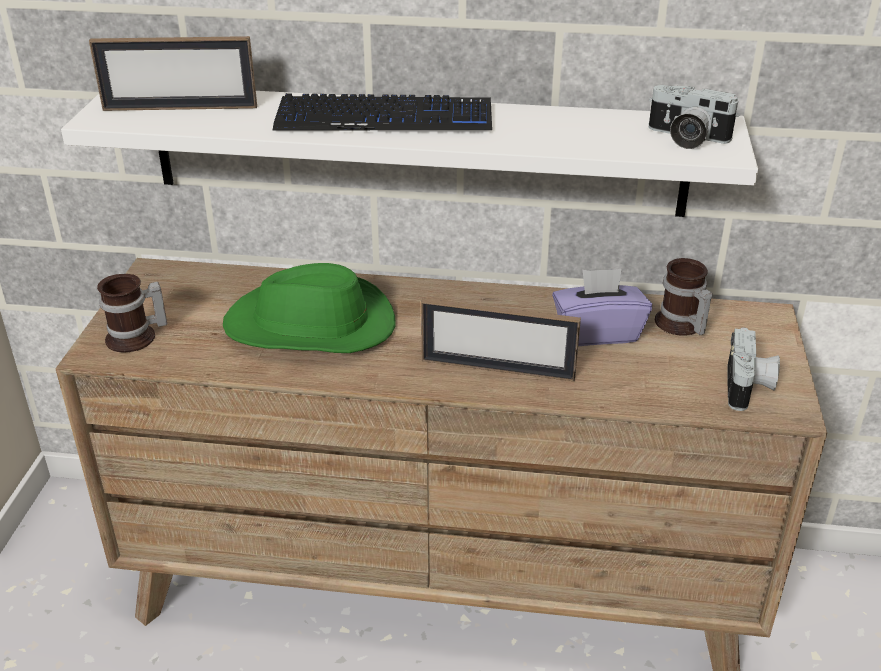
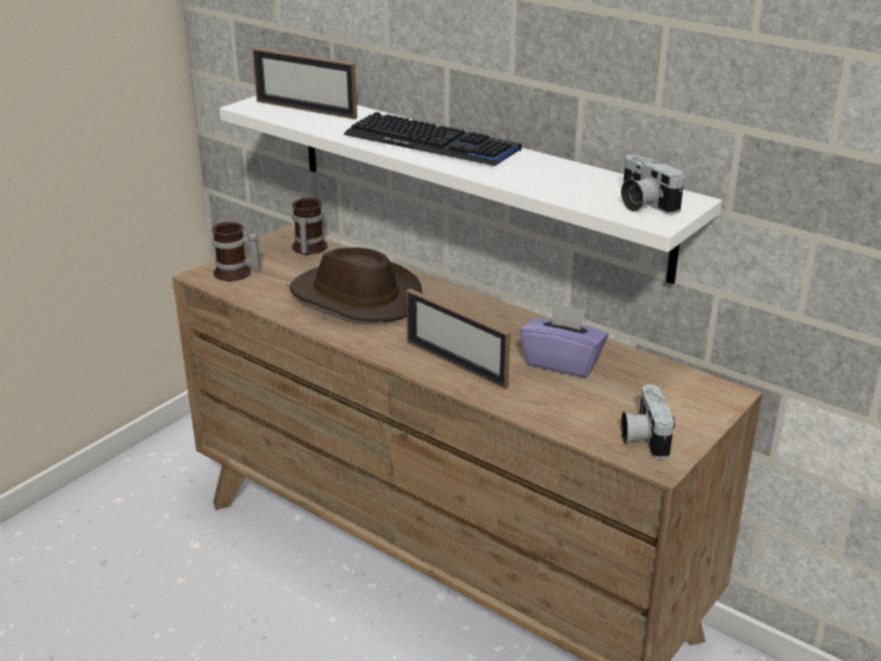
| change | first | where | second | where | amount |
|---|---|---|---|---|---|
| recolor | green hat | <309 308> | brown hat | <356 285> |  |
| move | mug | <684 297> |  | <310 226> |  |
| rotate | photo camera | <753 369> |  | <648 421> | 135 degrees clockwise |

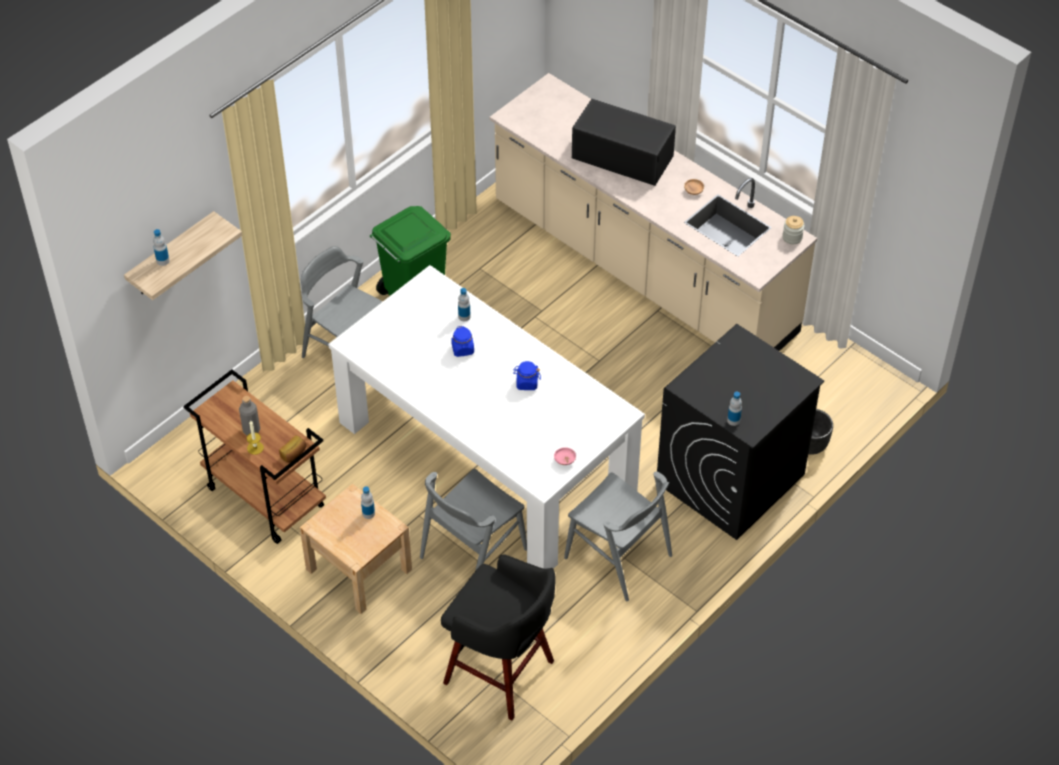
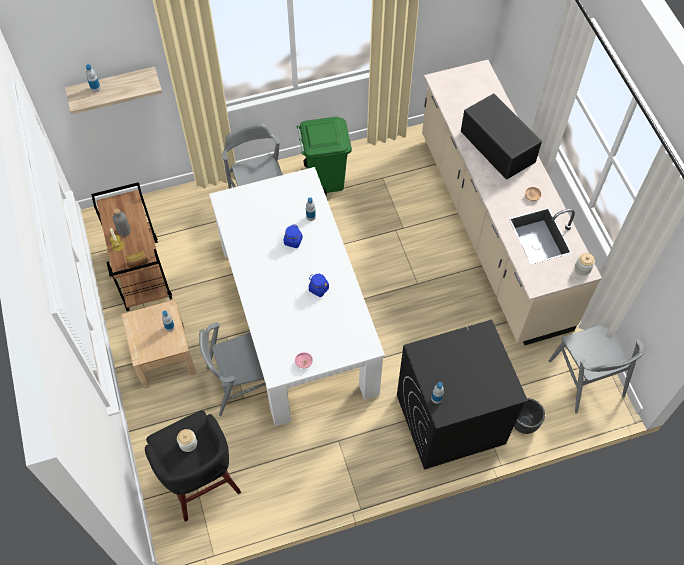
| change | first | where | second | where | amount |
|---|---|---|---|---|---|
| move | grey chair | <618 536> |  | <596 369> |  |
| insert |  |  | jar | <187 440> |  |

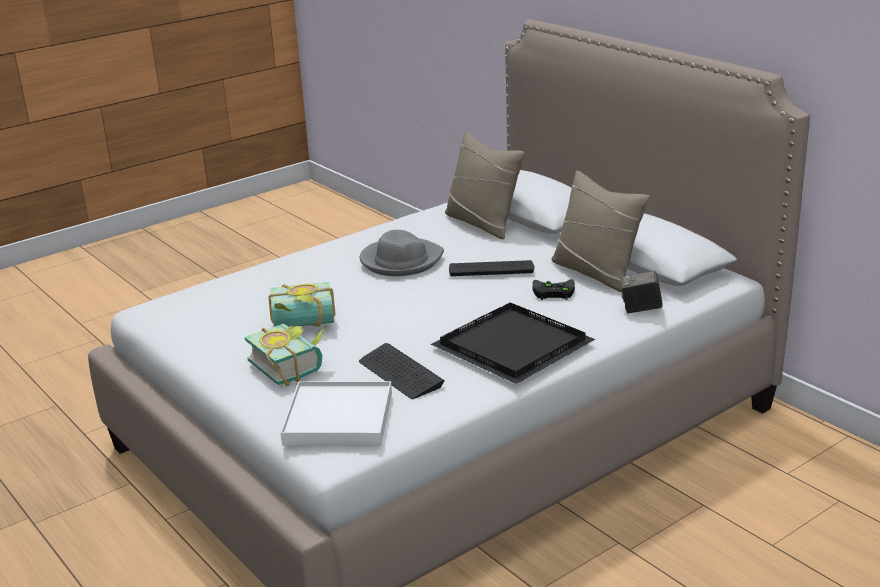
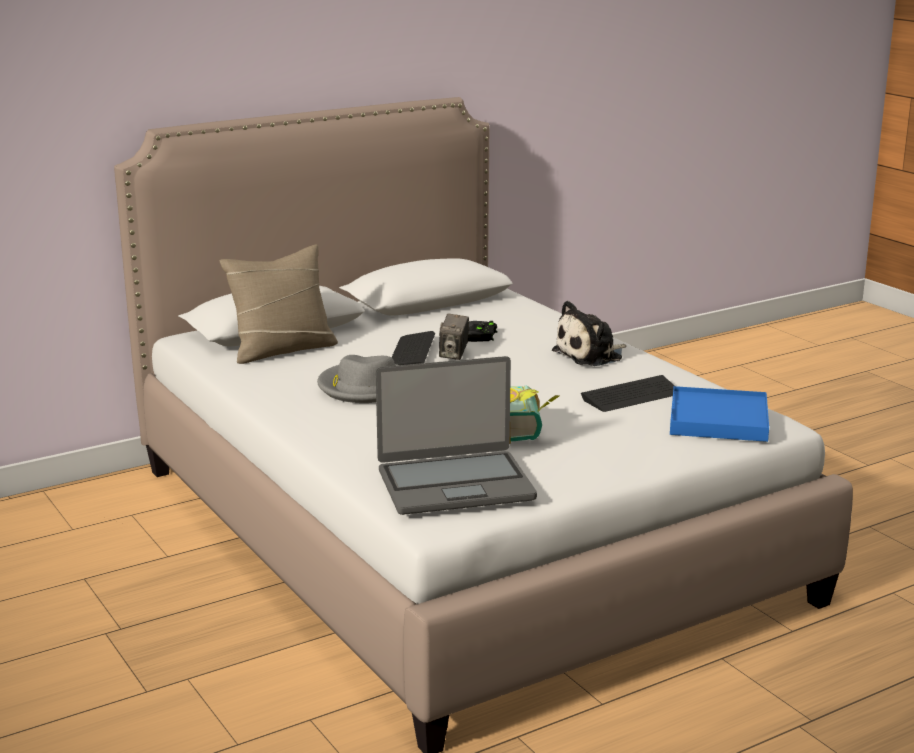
| change | first | where | second | where | amount |
|---|---|---|---|---|---|
| delete | book | <286 355> |  |  |  |
| recolor | white tray | <336 413> | blue tray | <719 414> |  |
| replace | black tray | <513 343> | plush toy | <589 333> |  |
| delete | beige pillow | <600 231> |  |  |  |
| move | photo camera | <642 292> |  | <454 336> |  |
| insert |  |  | laptop | <456 435> |  |

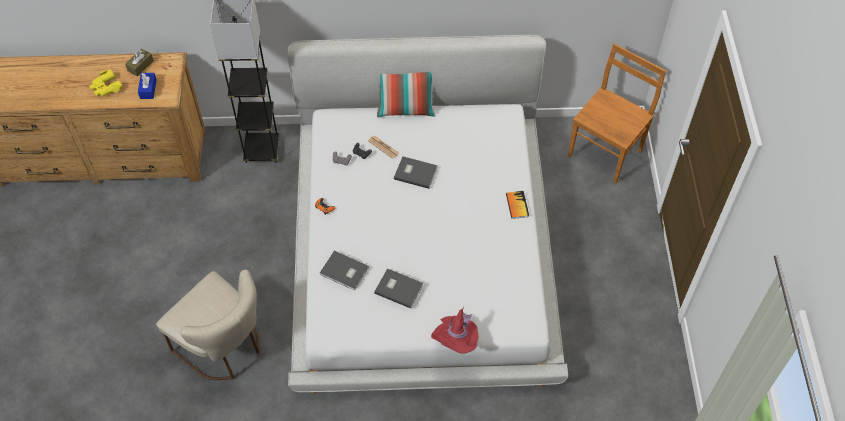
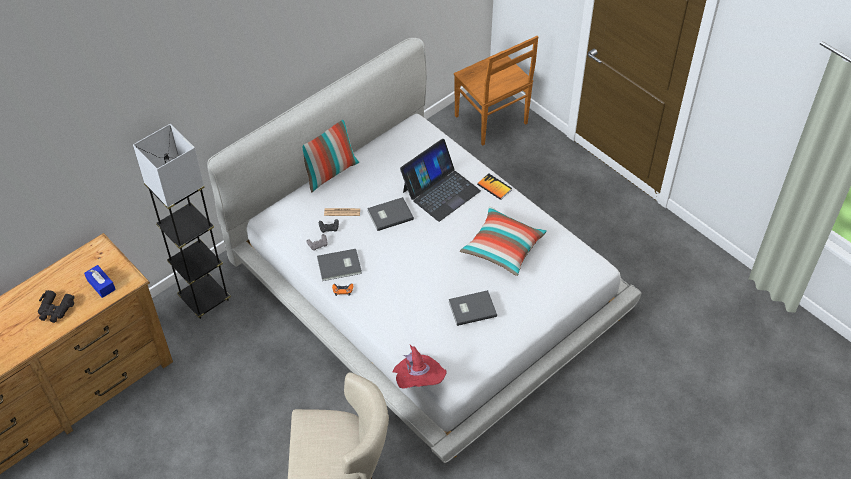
| change | first | where | second | where | amount |
|---|---|---|---|---|---|
| recolor | yellow binoculars | <106 83> | black binoculars | <56 306> |  |
| delete | brown tissue box | <139 62> |  |  |  |
| move | grey book | <344 270> |  | <339 265> |  |
| move | red hat | <455 330> |  | <420 367> |  |
| rotate | brown chair | <617 113> |  | <496 90> | 150 degrees clockwise |
| insert |  |  | laptop | <440 180> |  |
| insert |  |  | pillow | <503 241> |  |

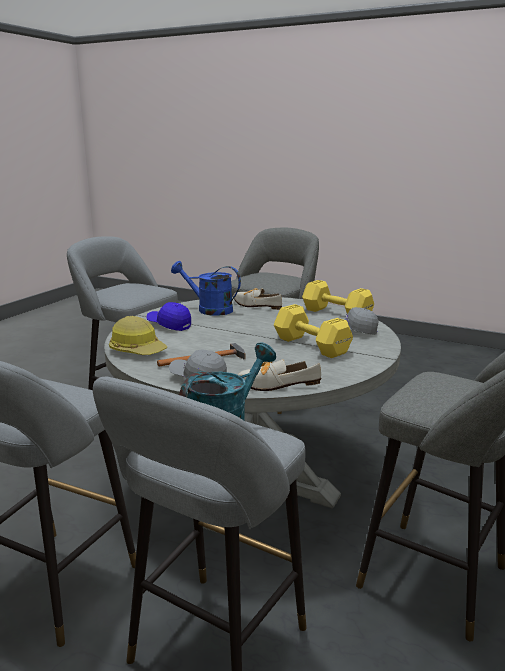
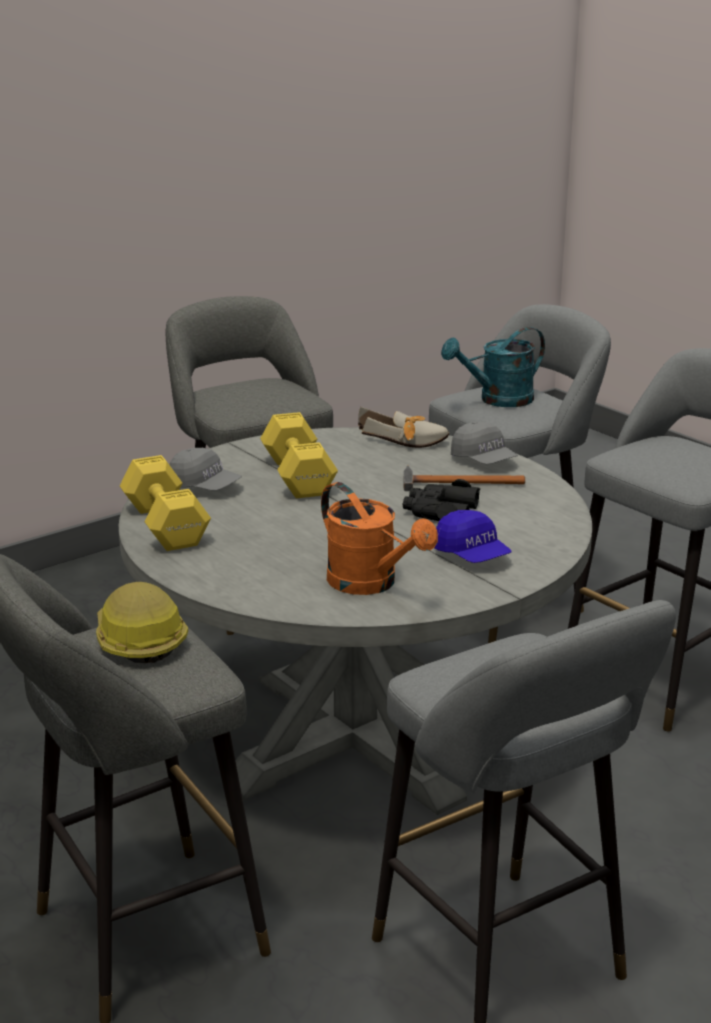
| change | first | where | second | where | amount |
|---|---|---|---|---|---|
| move | hard hat | <138 335> |  | <142 622> |  |
| recolor | blue watering can | <206 288> | orange watering can | <379 538> |  |
| delete | shoe | <257 299> |  |  |  |
| insert |  |  | black binoculars | <441 500> |  |

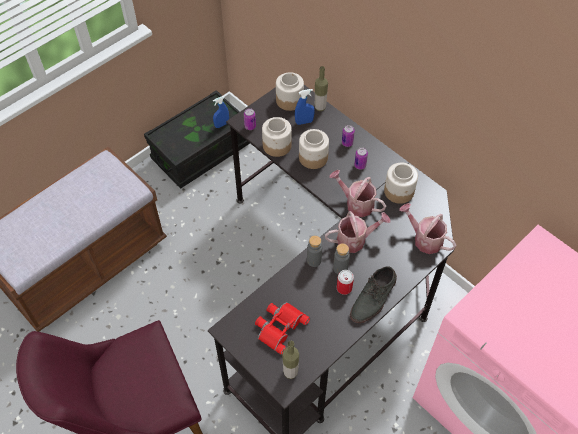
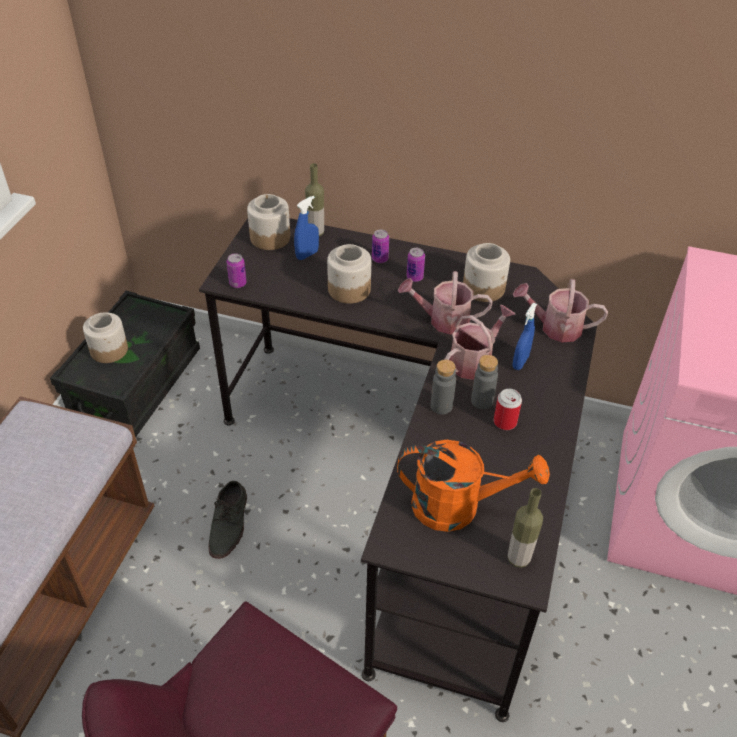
| change | first | where | second | where | amount |
|---|---|---|---|---|---|
| move | blue spray bottle | <221 112> |  | <524 336> |  |
| replace | red binoculars | <282 328> | orange watering can | <473 486> |  |
| move | jar | <277 137> |  | <105 337> |  |
| move | grey shoe | <373 294> |  | <228 520> |  |

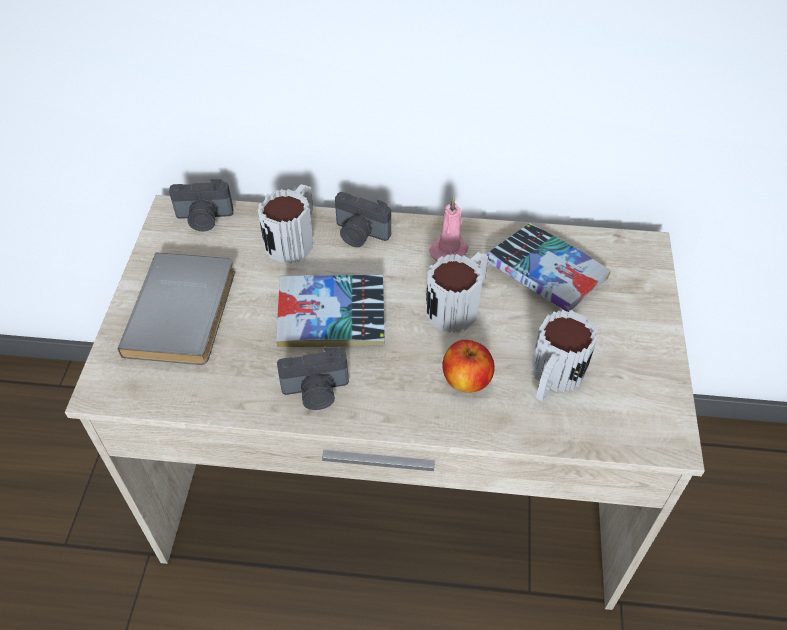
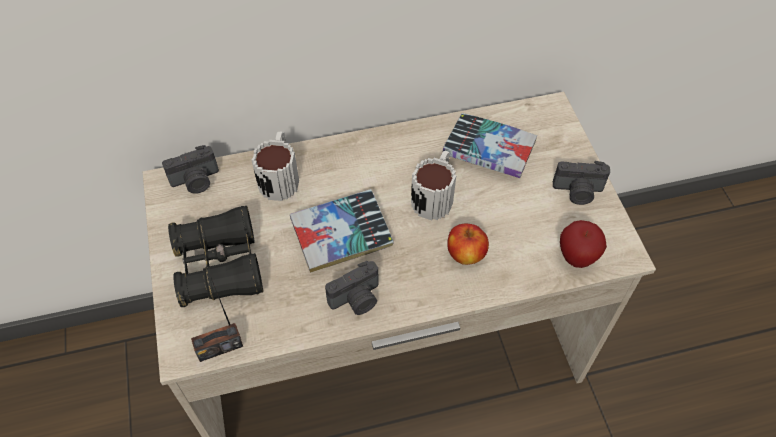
| change | first | where | second | where | amount |
|---|---|---|---|---|---|
| replace | grey book | <176 309> | black binoculars | <215 256> |  |
| move | photo camera | <363 219> |  | <581 183> |  |
| delete | pink candle | <448 229> |  |  |  |
| delete | mug | <564 355> |  |  |  |
| insert |  |  | radio | <217 320> |  |
| insert |  |  | apple | <583 244> |  |

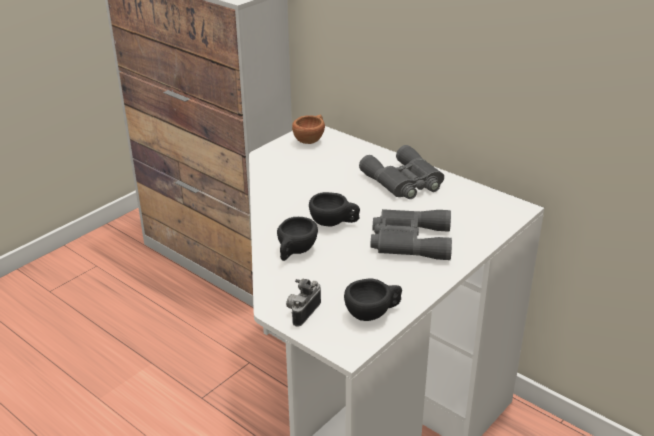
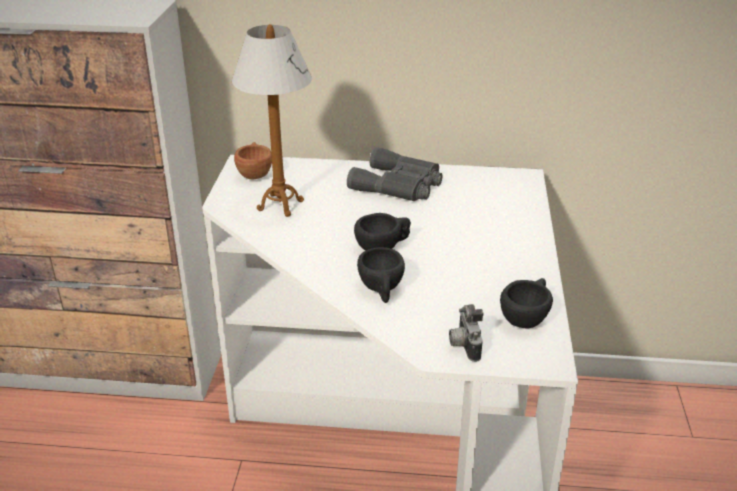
| change | first | where | second | where | amount |
|---|---|---|---|---|---|
| delete | grey binoculars | <411 234> |  |  |  |
| insert |  |  | table lamp | <272 120> |  |

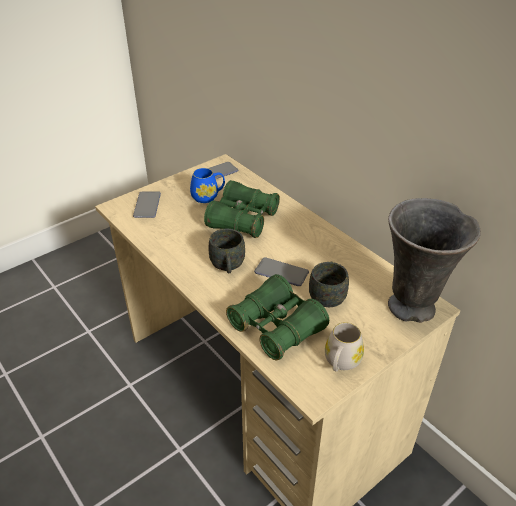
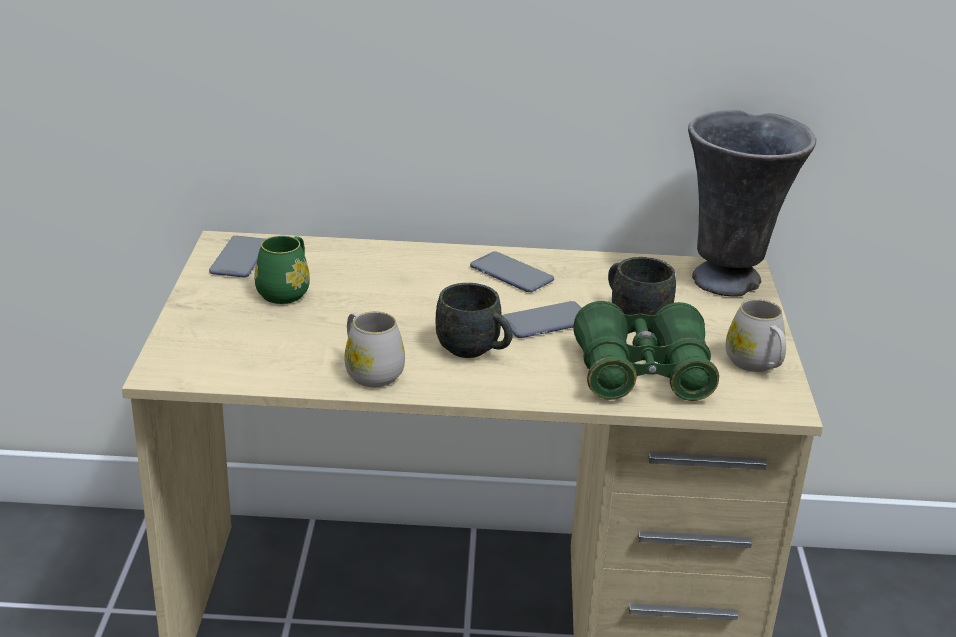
| change | first | where | second | where | amount |
|---|---|---|---|---|---|
| move | phone | <147 205> |  | <512 272> |  |
| recolor | blue mug | <207 185> | green mug | <282 270> |  |
| delete | green binoculars | <242 209> |  |  |  |
| insert |  |  | white mug | <374 349> |  |

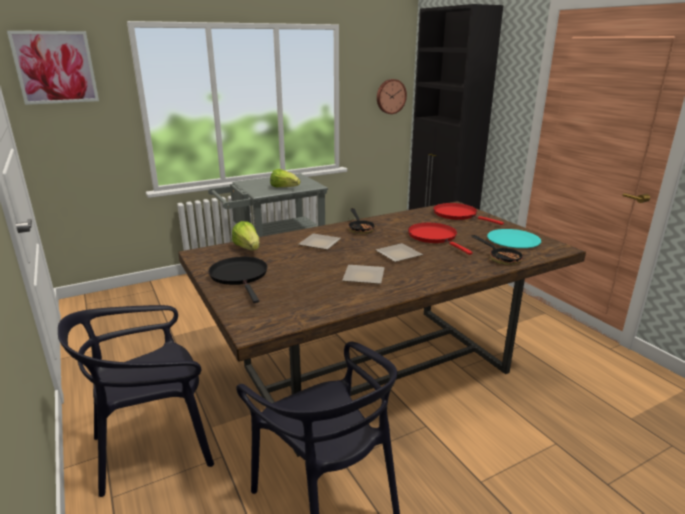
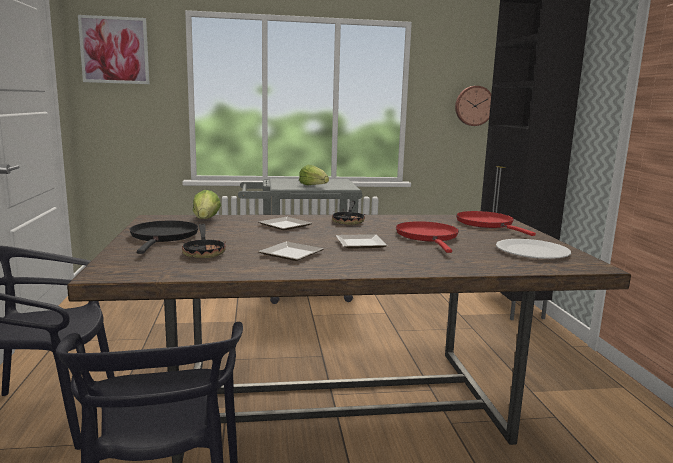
| change | first | where | second | where | amount |
|---|---|---|---|---|---|
| move | frying pan | <498 250> |  | <204 241> |  |
| recolor | turquoise plate | <514 238> | white plate | <533 249> |  |

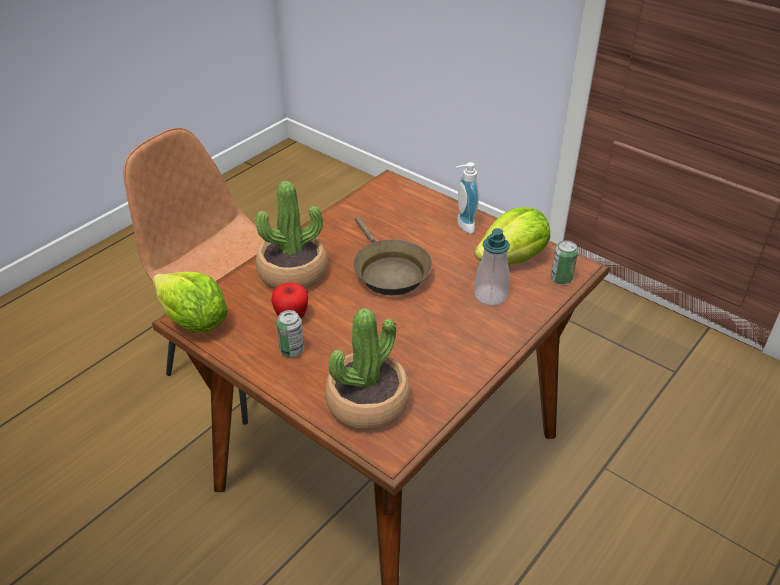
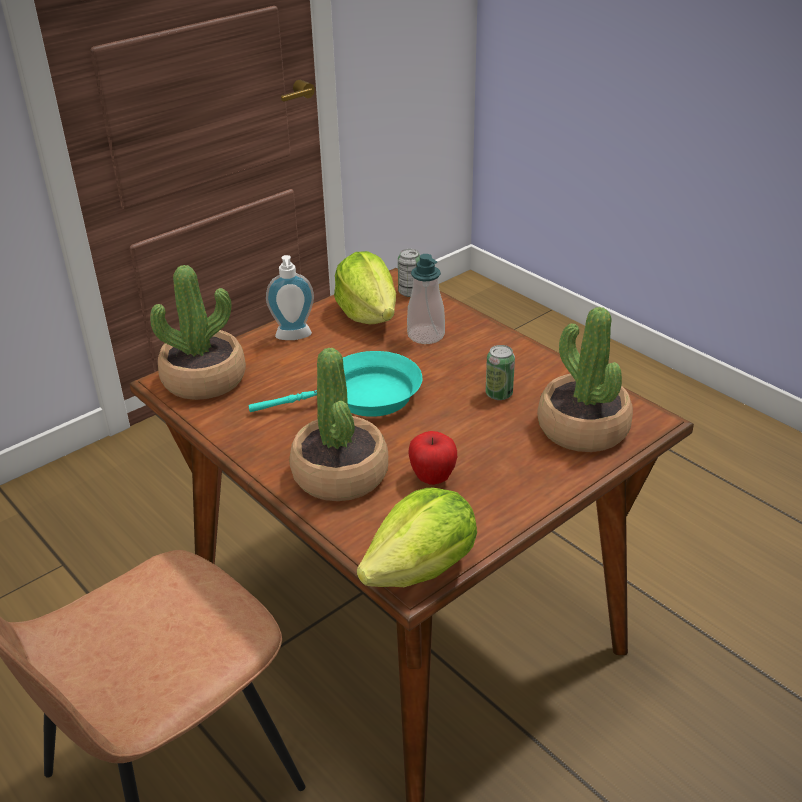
| change | first | where | second | where | amount |
|---|---|---|---|---|---|
| move | can | <290 334> |  | <500 372> |  |
| recolor | brown frying pan | <392 256> | turquoise frying pan | <335 384> |  |
| insert |  |  | potted plant | <198 332> |  |

